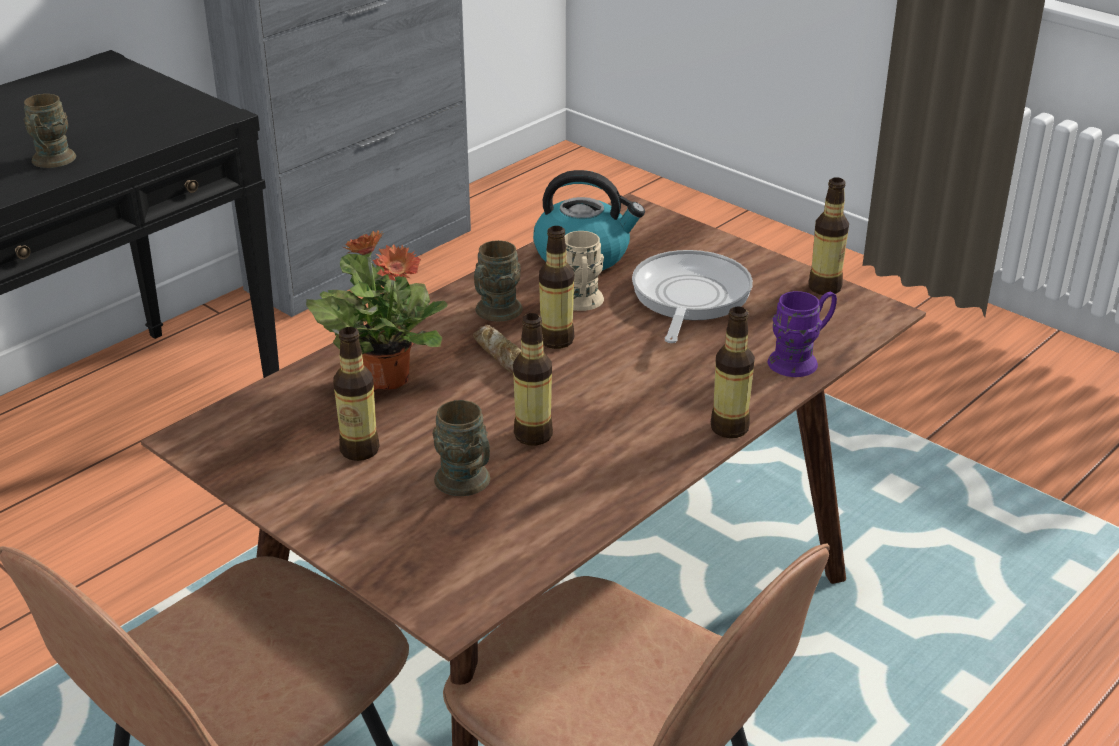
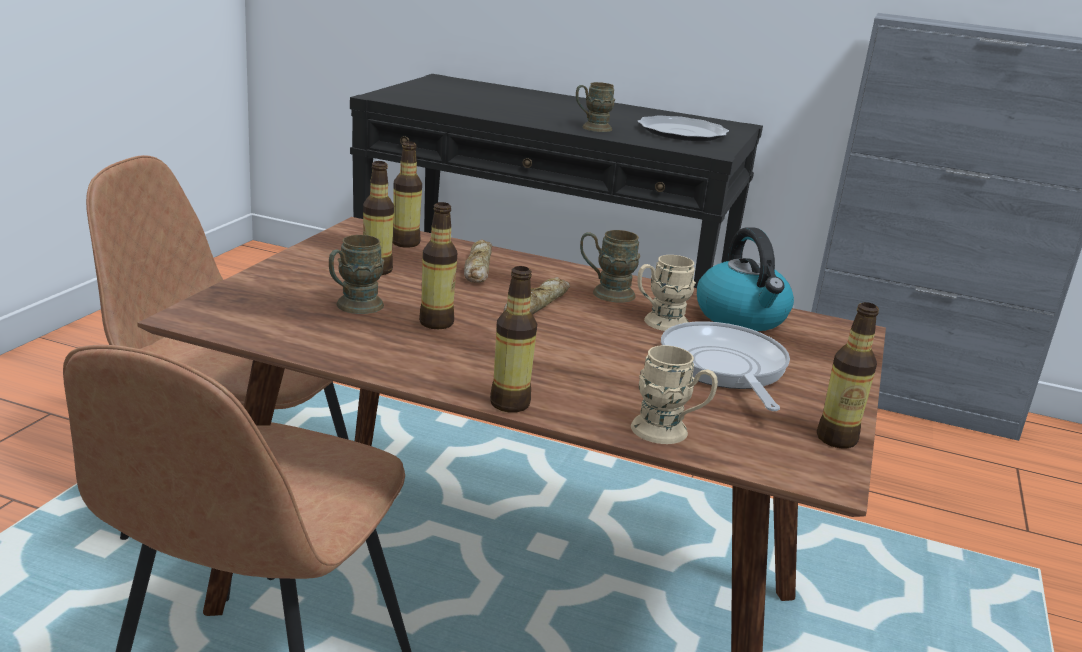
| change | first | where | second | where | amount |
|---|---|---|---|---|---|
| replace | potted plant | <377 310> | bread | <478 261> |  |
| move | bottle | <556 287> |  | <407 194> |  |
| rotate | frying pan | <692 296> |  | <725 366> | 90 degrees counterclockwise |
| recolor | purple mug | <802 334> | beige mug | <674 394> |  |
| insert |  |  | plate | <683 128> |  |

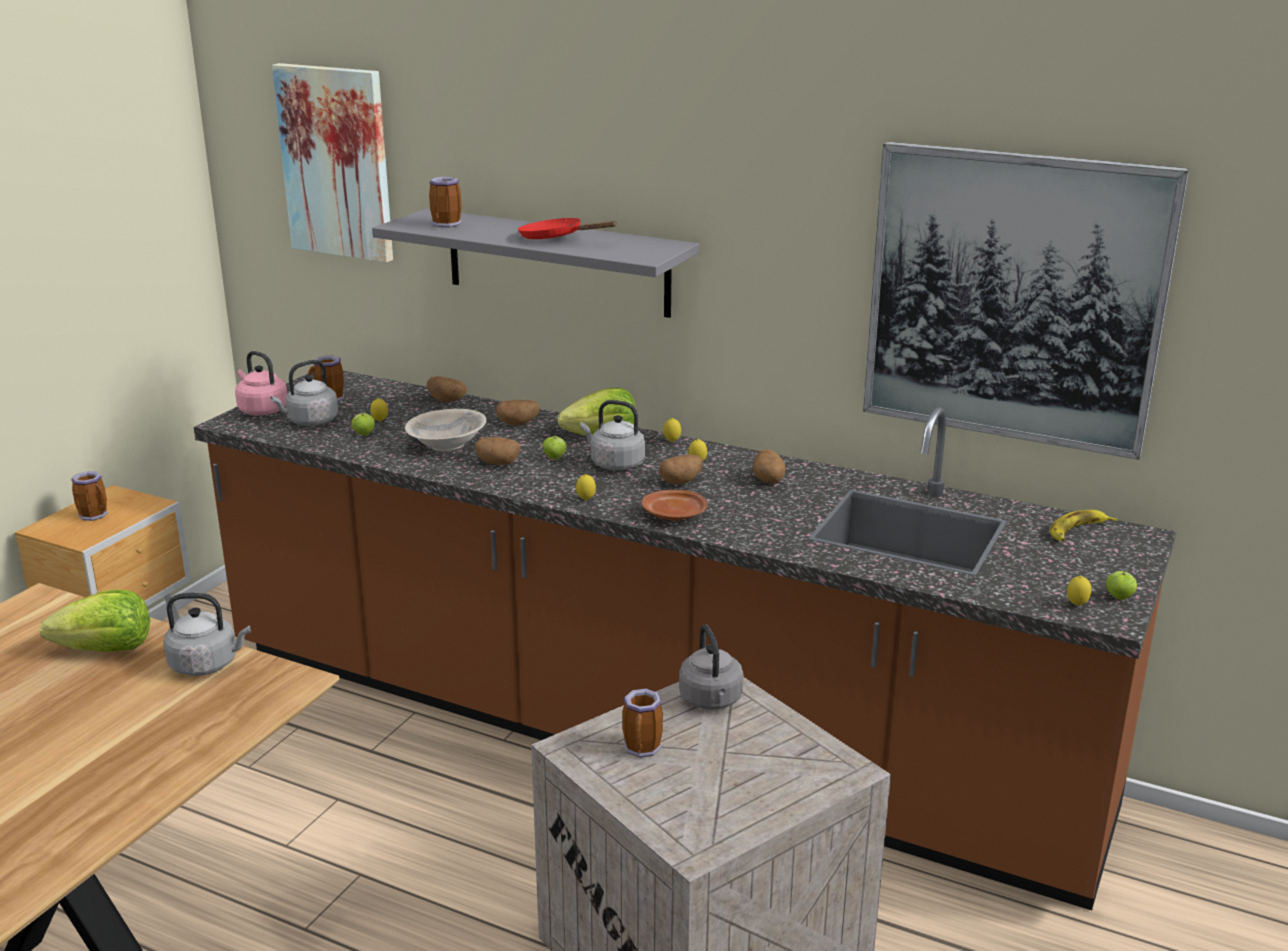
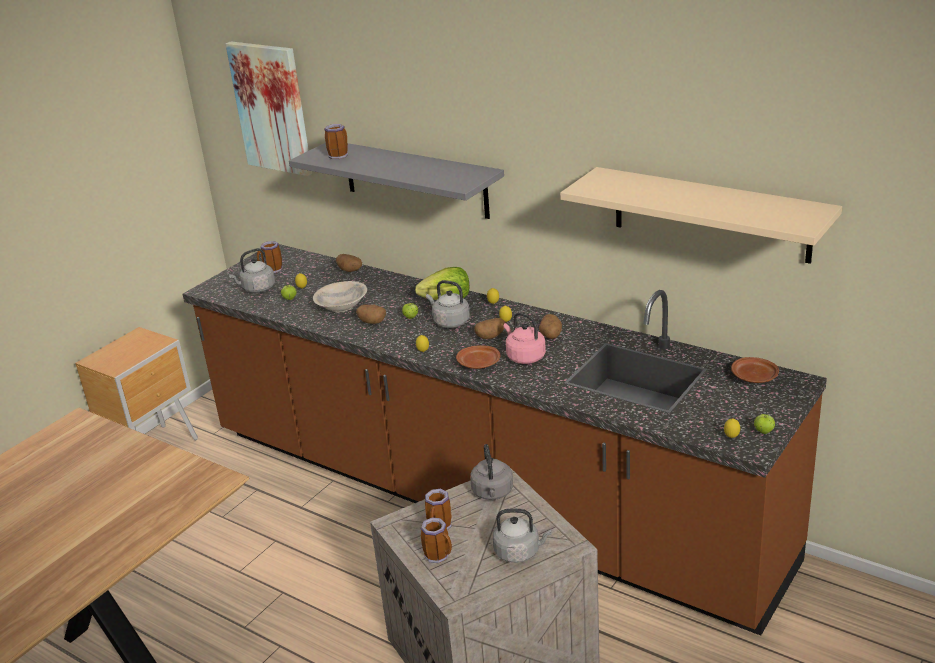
| change | first | where | second | where | amount |
|---|---|---|---|---|---|
| delete | lettuce | <95 621> |  |  |  |
| move | mug | <89 496> |  | <436 540> |  |
| move | grey kettle | <207 634> |  | <522 536> |  |
| move | pink kettle | <261 383> |  | <525 338> |  |
| delete | potato | <518 413> |  |  |  |
| delete | red frying pan | <567 228> |  |  |  |
| replace | picture | <1026 301> | beige shelf | <701 215> |  |
| replace | banana | <1083 525> | brown plate | <755 370> |  |

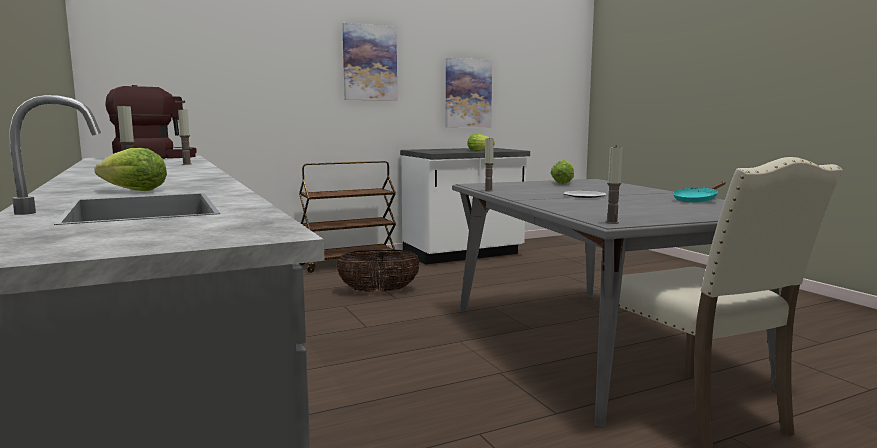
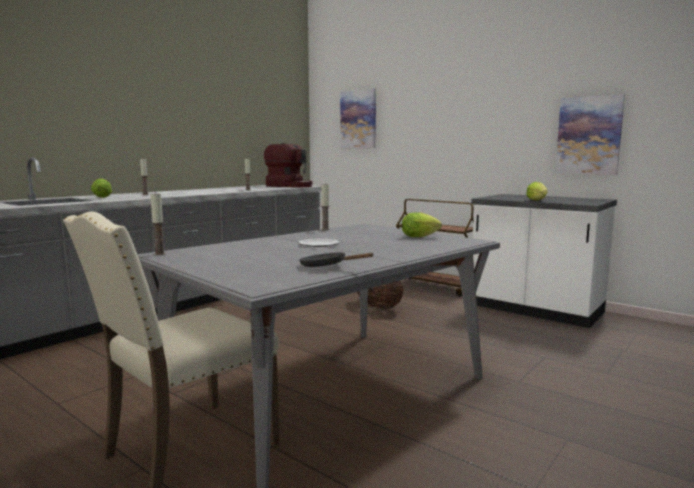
| change | first | where | second | where | amount |
|---|---|---|---|---|---|
| move | picture | <369 62> |  | <358 118> |  |
| recolor | turquoise frying pan | <699 192> | black frying pan | <336 259> |  |

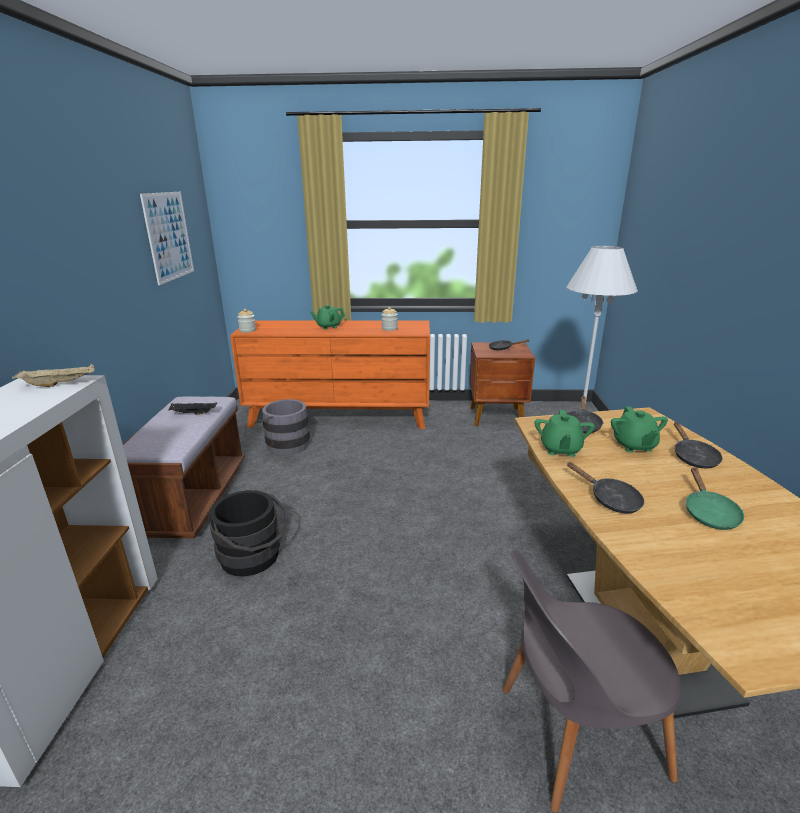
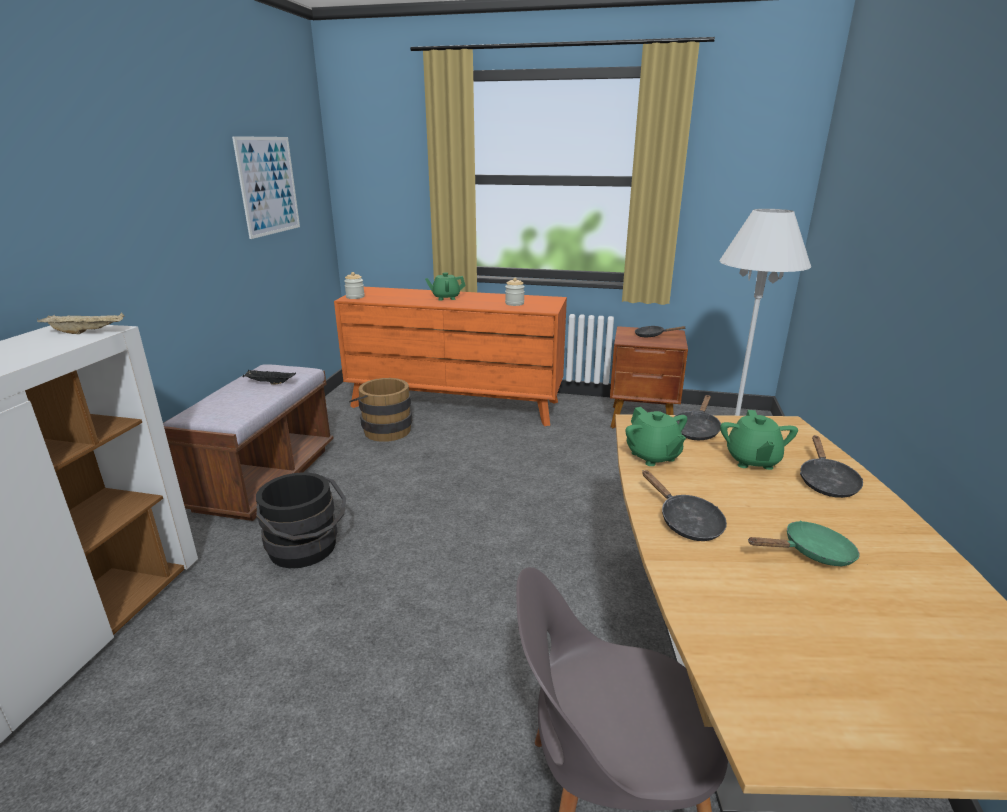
| change | first | where | second | where | amount |
|---|---|---|---|---|---|
| recolor | grey bucket | <282 427> | brown bucket | <380 410> |  |
| rotate | green teapot | <565 433> |  | <656 436> | 45 degrees counterclockwise |
| rotate | green frying pan | <715 498> |  | <804 543> | 120 degrees counterclockwise |

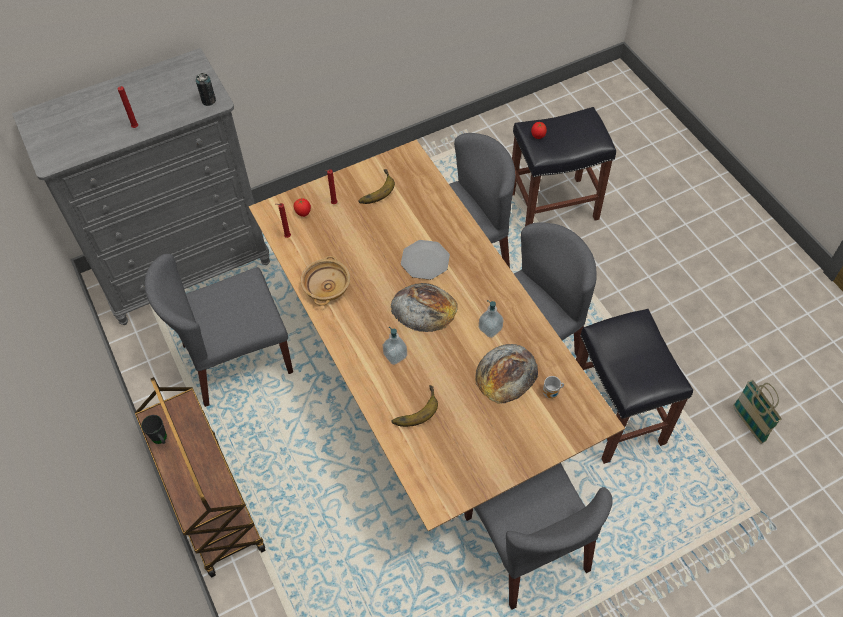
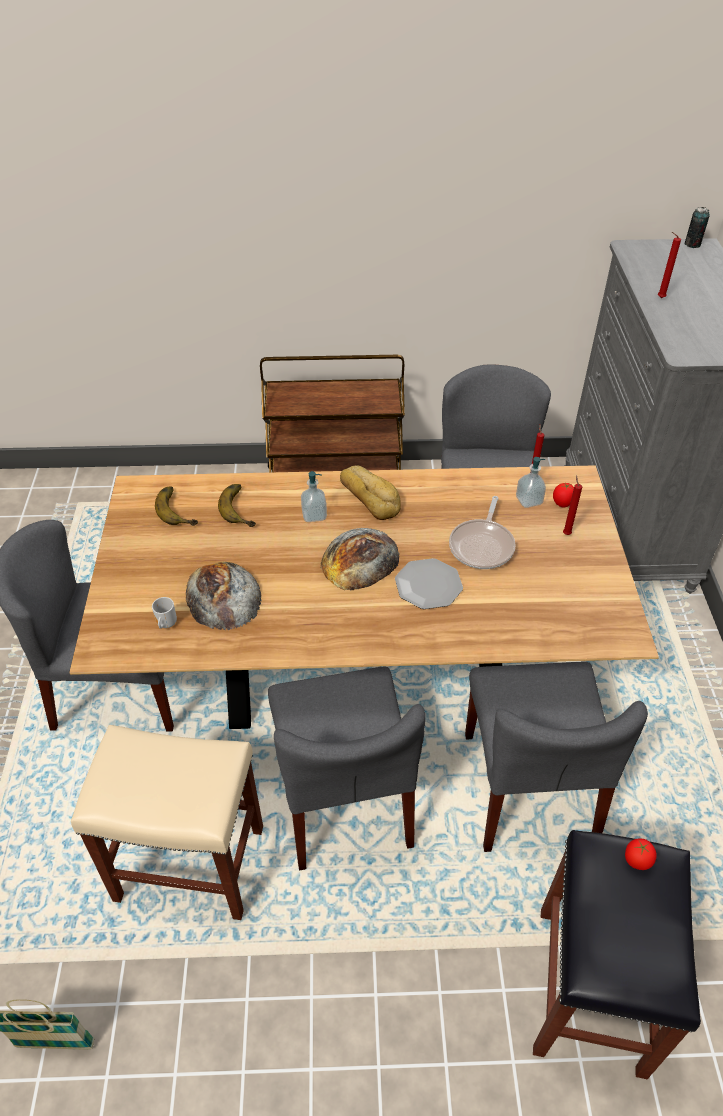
| change | first | where | second | where | amount |
|---|---|---|---|---|---|
| delete | black mug | <154 429> |  |  |  |
| move | can | <206 89> |  | <697 227> |  |
| delete | beige bowl | <325 281> |  |  |  |
| move | banana | <377 186> |  | <176 506> |  |
| move | soap dispenser | <491 319> |  | <531 482> |  |
| recolor | black stool | <634 386> | beige stool | <167 822> |  |
| insert |  |  | bread | <370 492> |  |
| insert |  |  | frying pan | <482 532> |  |

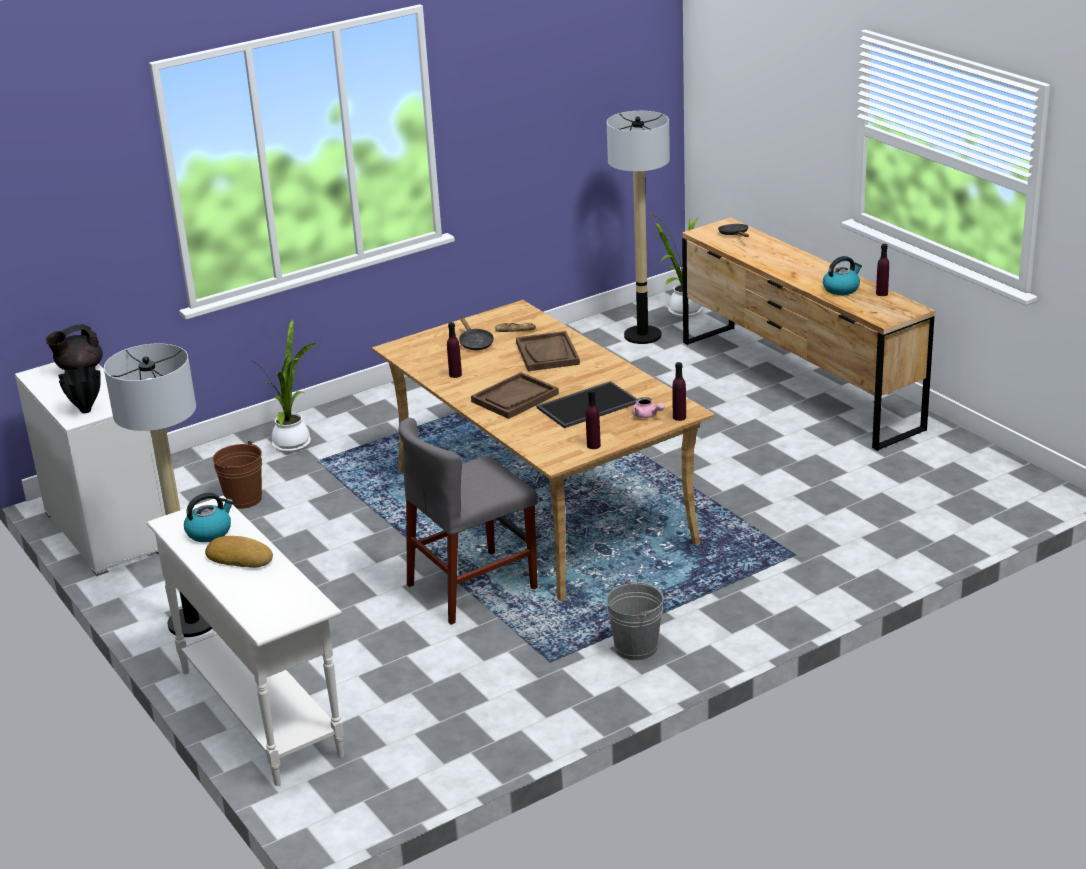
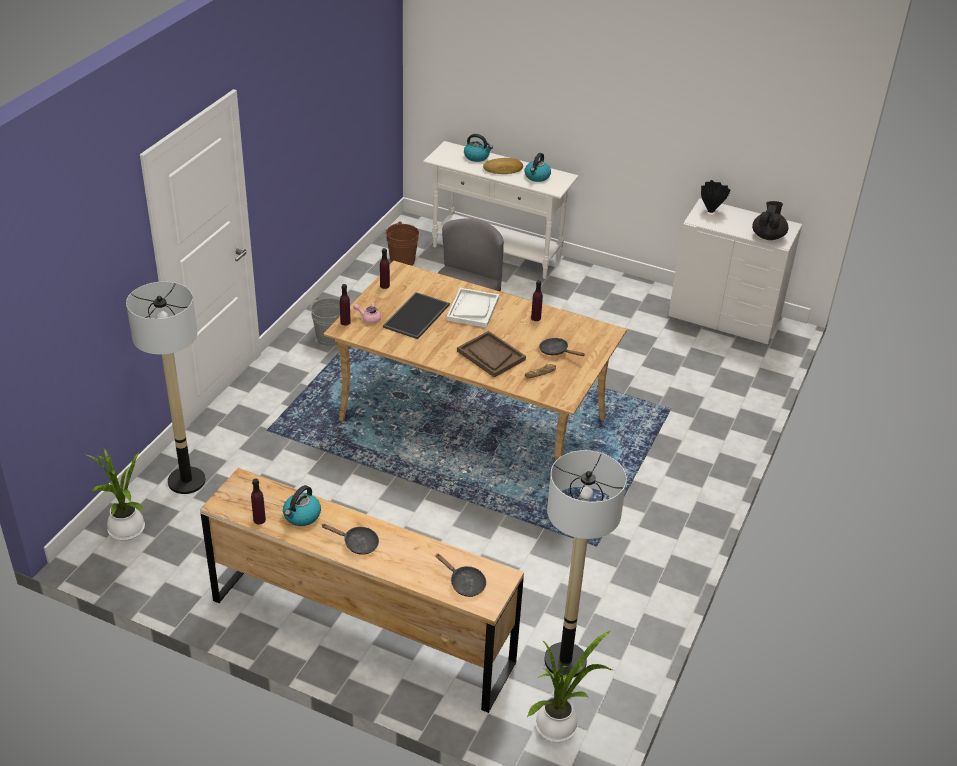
| change | first | where | second | where | amount |
|---|---|---|---|---|---|
| move | floor lamp | <158 490> |  | <166 388> |  |
| move | brown bucket | <237 475> |  | <402 243> |  |
| move | potted plant | <284 385> |  | <116 495> |  |
| recolor | brown tray | <515 395> | white tray | <472 308> |  |
| insert |  |  | black frying pan | <350 539> |  |
| insert |  |  | kettle | <478 148> |  |

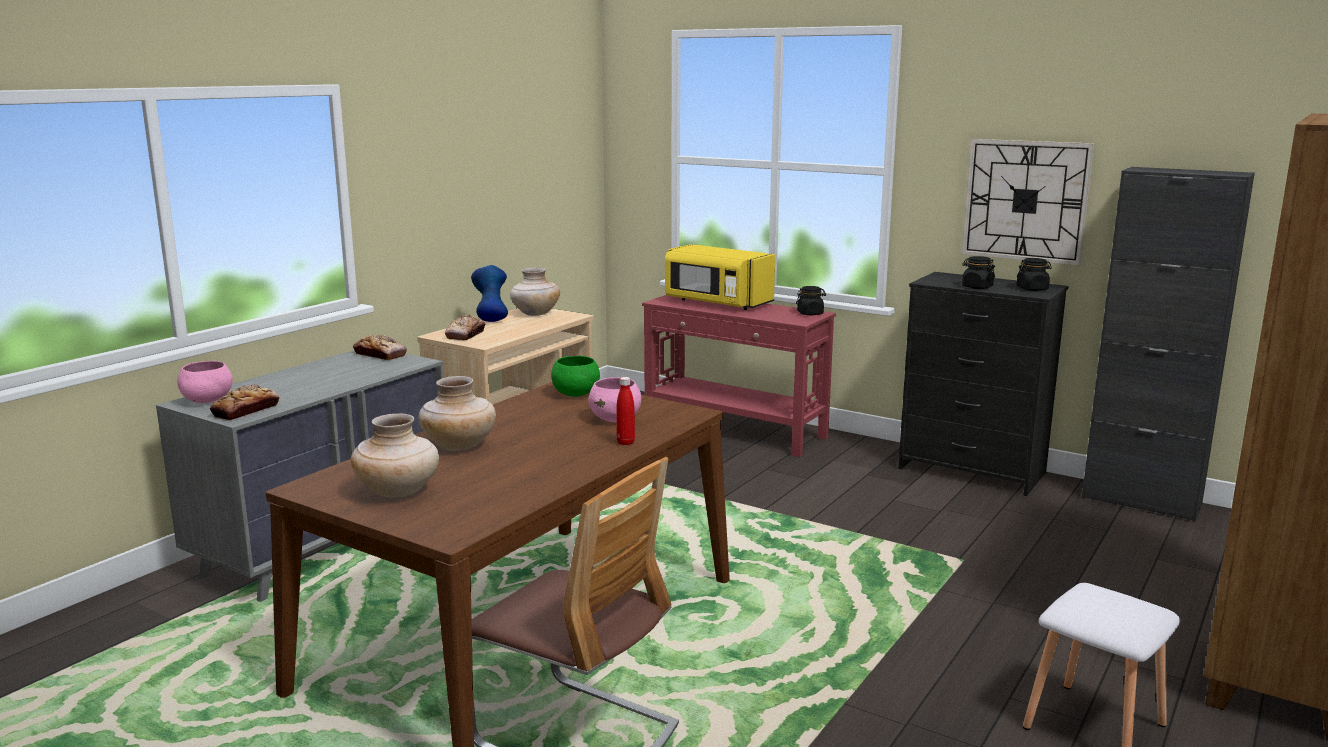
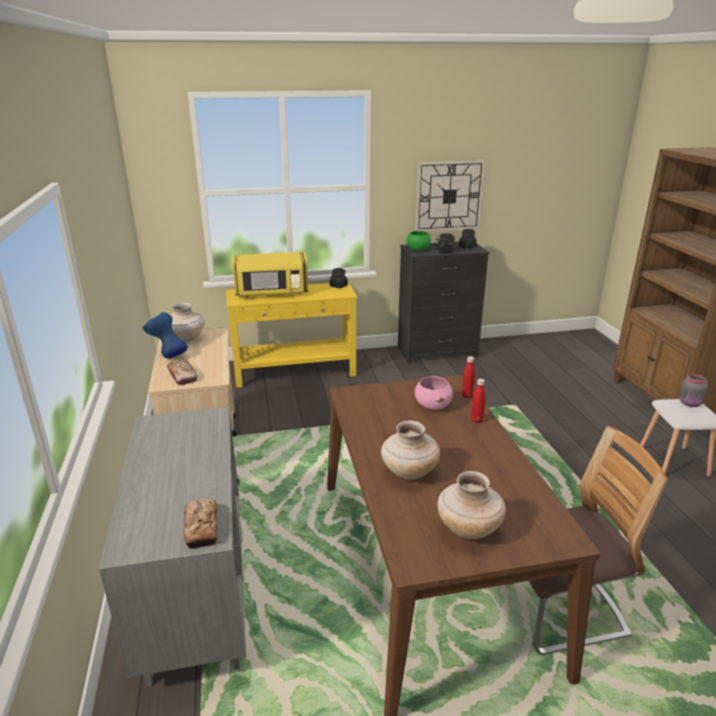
| change | first | where | second | where | amount |
|---|---|---|---|---|---|
| delete | pink bowl | <205 382> |  |  |  |
| delete | bread | <380 347> |  |  |  |
| move | green bowl | <575 376> |  | <419 241> |  |
| recolor | red console table | <739 376> | yellow console table | <291 335> |  |
| delete | black cabinet | <1168 344> |  |  |  |
| insert |  |  | red bottle | <468 377> |  |
| insert |  |  | grey jar | <693 390> |  |

